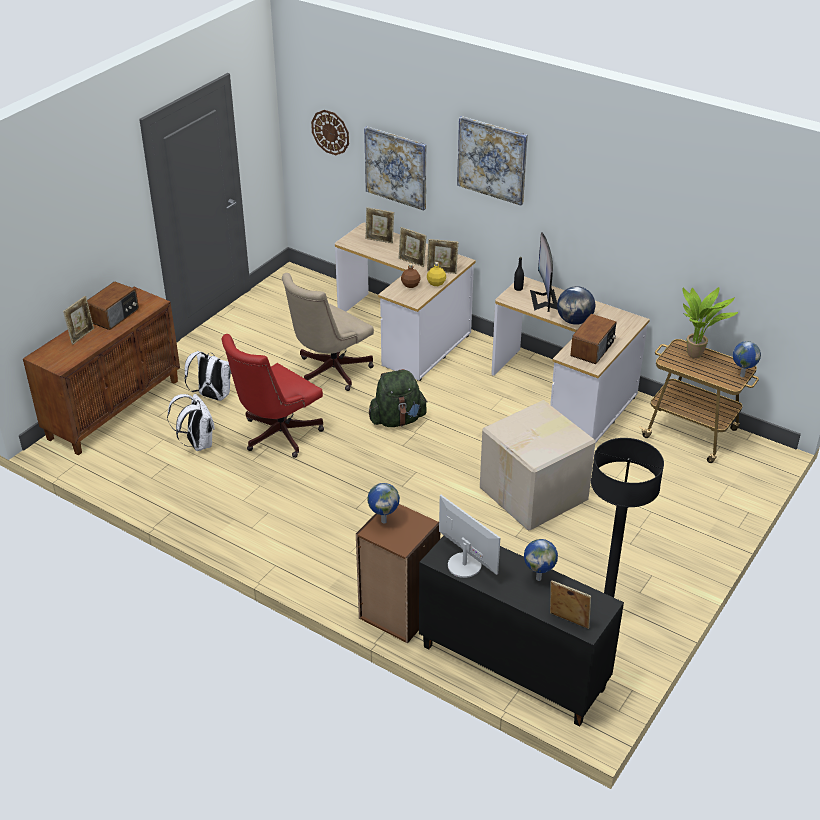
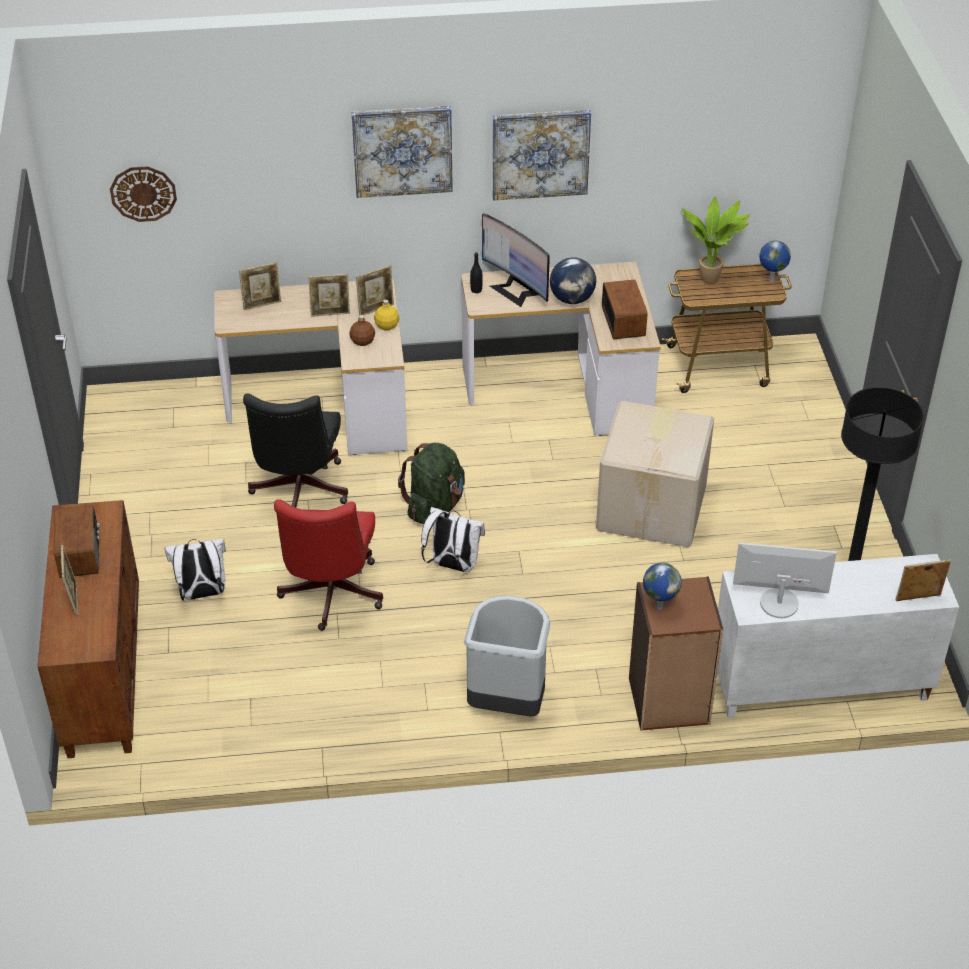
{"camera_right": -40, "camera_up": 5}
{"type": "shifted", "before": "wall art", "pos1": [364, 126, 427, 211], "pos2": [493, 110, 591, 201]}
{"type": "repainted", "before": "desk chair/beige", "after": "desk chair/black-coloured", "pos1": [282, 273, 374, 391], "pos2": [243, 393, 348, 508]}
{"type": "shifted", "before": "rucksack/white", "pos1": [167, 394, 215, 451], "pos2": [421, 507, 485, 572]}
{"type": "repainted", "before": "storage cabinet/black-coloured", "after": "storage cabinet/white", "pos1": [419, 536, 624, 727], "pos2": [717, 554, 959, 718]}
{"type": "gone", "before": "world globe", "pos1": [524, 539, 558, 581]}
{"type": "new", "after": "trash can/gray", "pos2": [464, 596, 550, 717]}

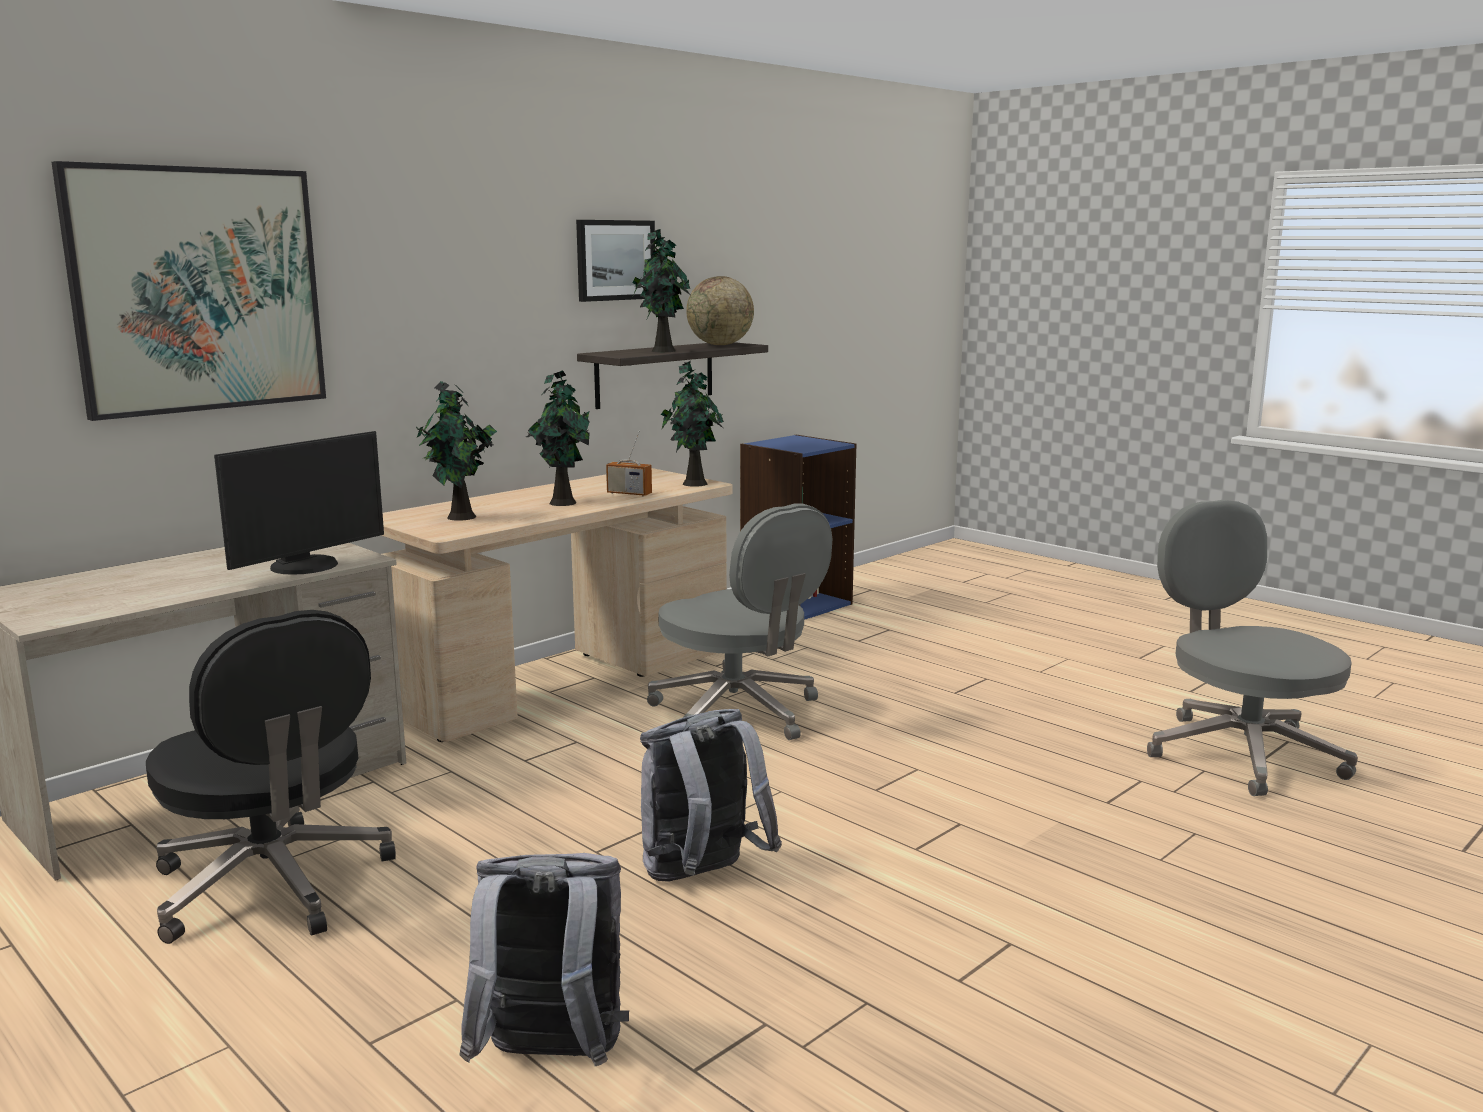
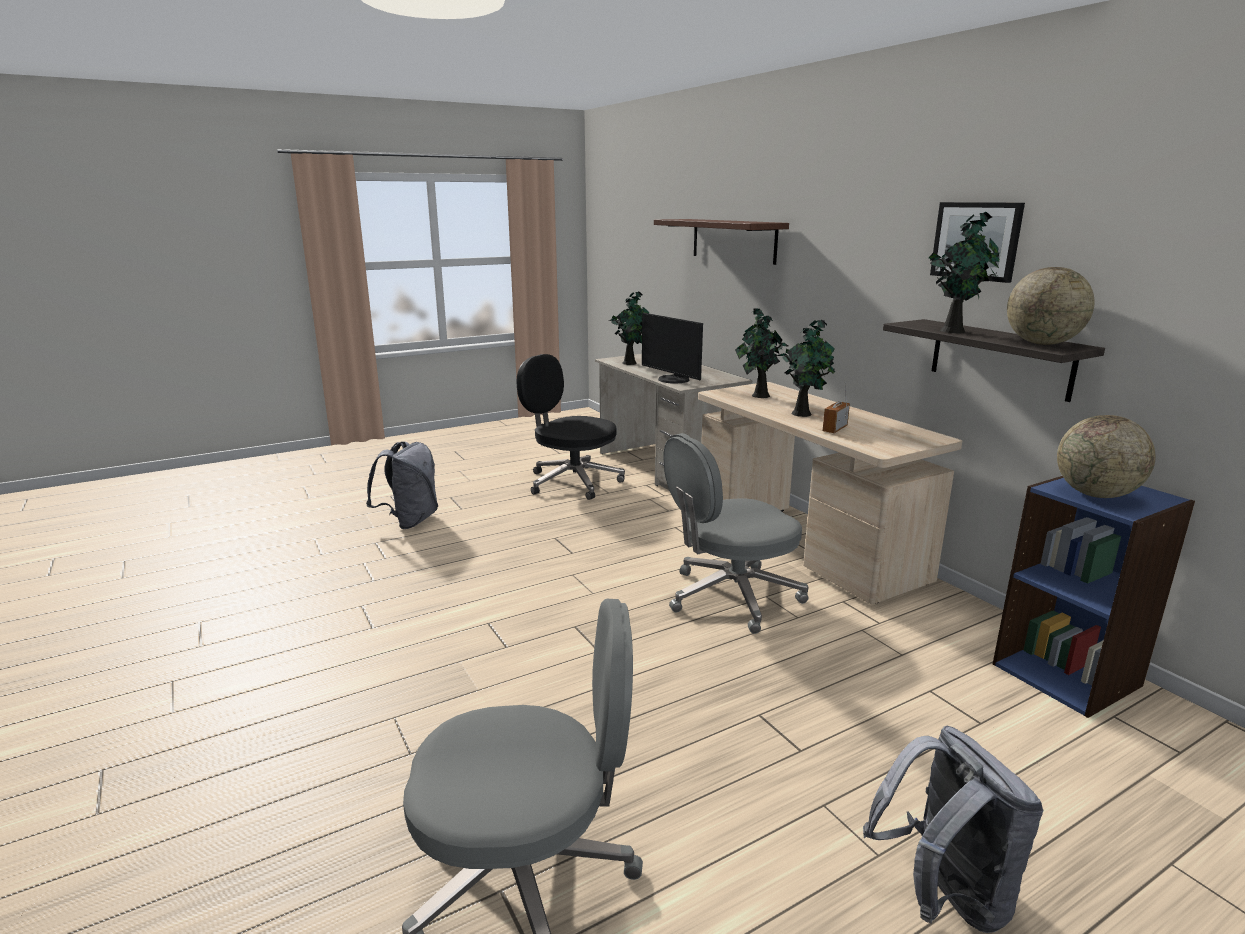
{"camera_right": 105, "camera_up": 5}
{"type": "swapped", "before": "wall art", "after": "bracket shelf", "pos1": [51, 161, 326, 421], "pos2": [654, 219, 789, 265]}
{"type": "shifted", "before": "plant in a pot", "pos1": [661, 361, 724, 487], "pos2": [609, 291, 650, 365]}
{"type": "rotated", "before": "desk chair/black-coloured", "pos1": [146, 610, 396, 944], "pos2": [516, 354, 625, 500], "turn": 60}
{"type": "shifted", "before": "rucksack/gray", "pos1": [640, 709, 782, 882], "pos2": [863, 726, 1043, 933]}
{"type": "new", "after": "world globe", "pos2": [1057, 415, 1156, 498]}

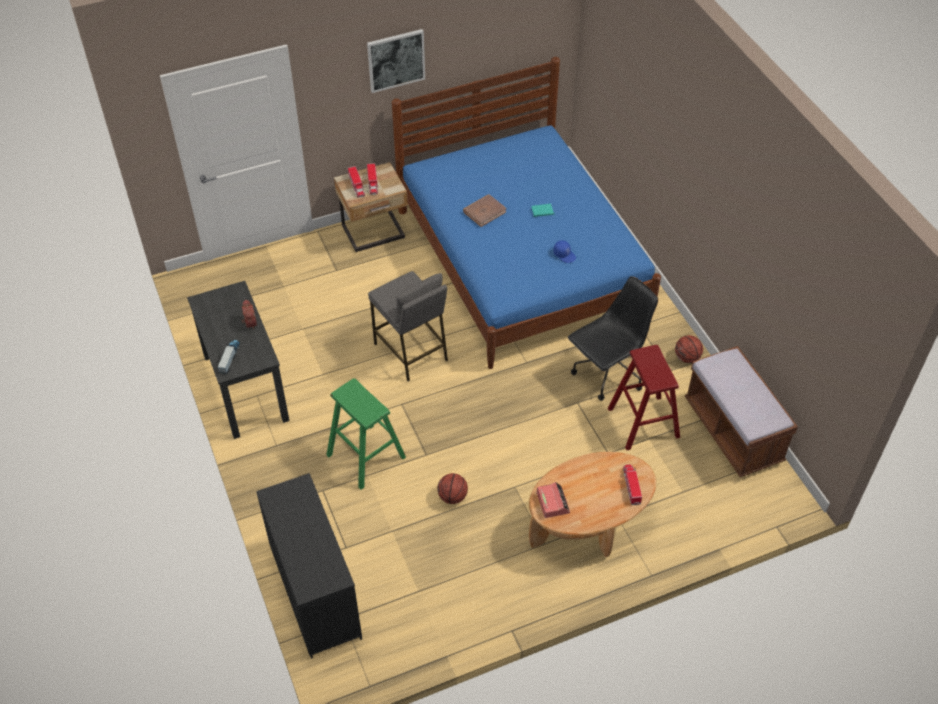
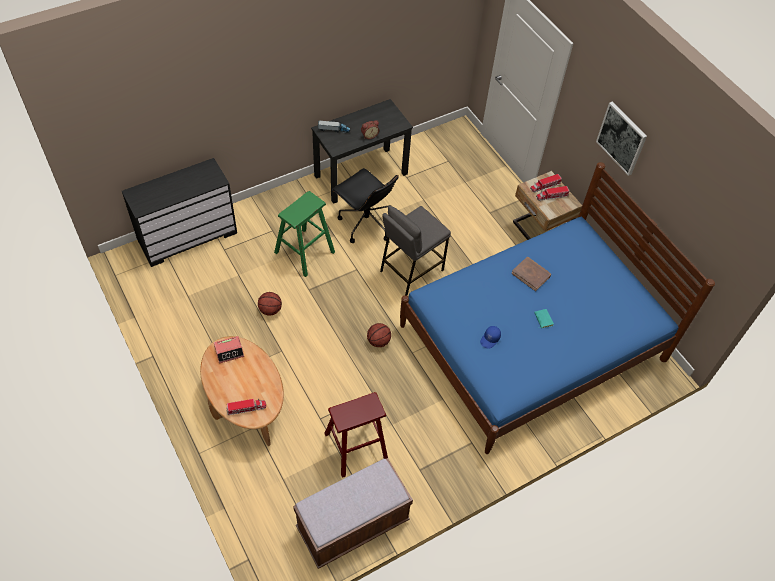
{"camera_right": 80, "camera_up": 5}
{"type": "shifted", "before": "desk chair/black-coloured", "pos1": [568, 276, 658, 401], "pos2": [332, 168, 399, 243]}
{"type": "shifted", "before": "basketball", "pos1": [675, 335, 703, 363], "pos2": [367, 323, 391, 347]}

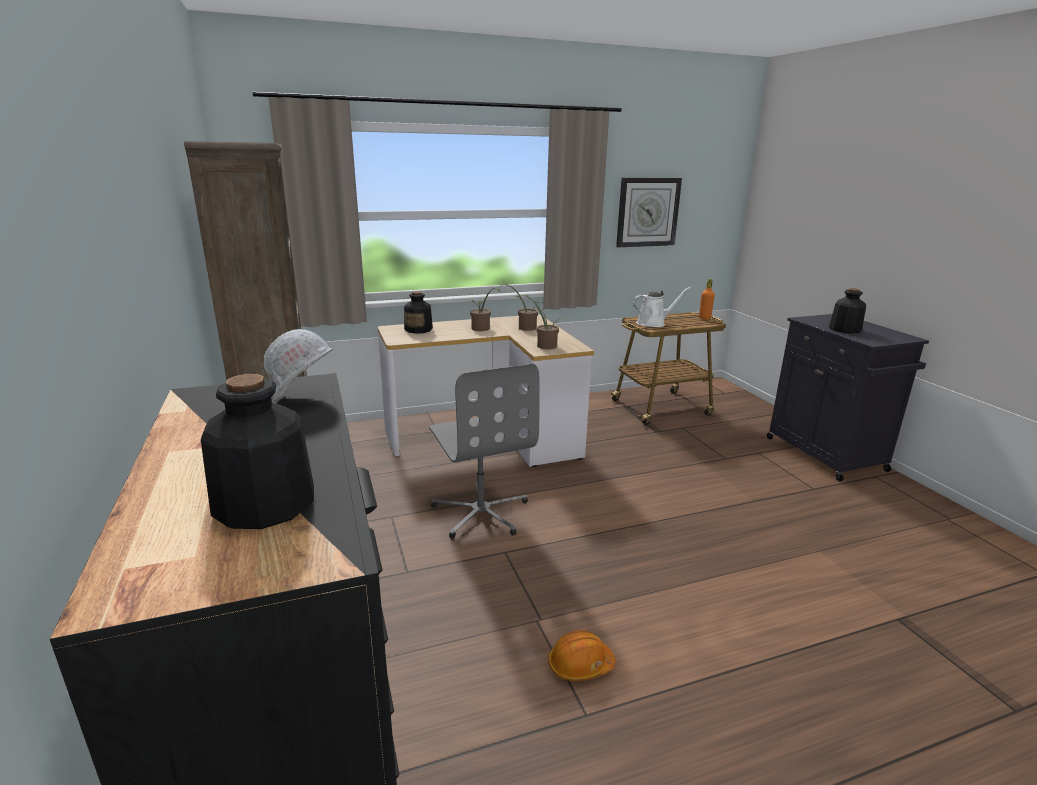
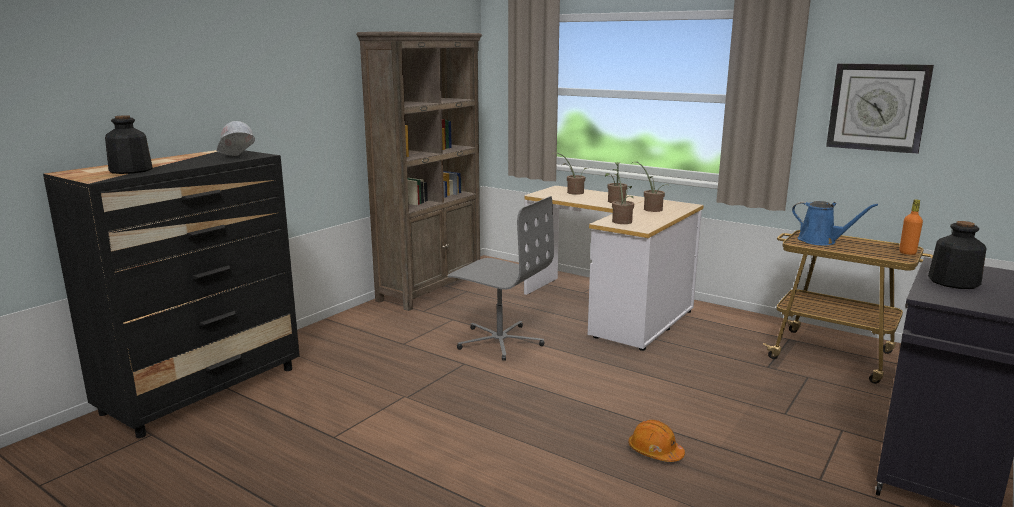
{"camera_right": 55, "camera_up": -5}
{"type": "repainted", "before": "watering can/white", "after": "watering can/bluish", "pos1": [633, 287, 691, 327], "pos2": [792, 201, 878, 245]}
{"type": "swapped", "before": "bottle", "after": "plant in a pot", "pos1": [404, 291, 433, 334], "pos2": [551, 152, 589, 195]}
{"type": "rotated", "before": "desk chair/gray", "pos1": [429, 363, 540, 539], "pos2": [447, 196, 554, 361], "turn": -90}
{"type": "shifted", "before": "safety helmet/orange-coloured", "pos1": [548, 630, 615, 681], "pos2": [628, 420, 685, 462]}

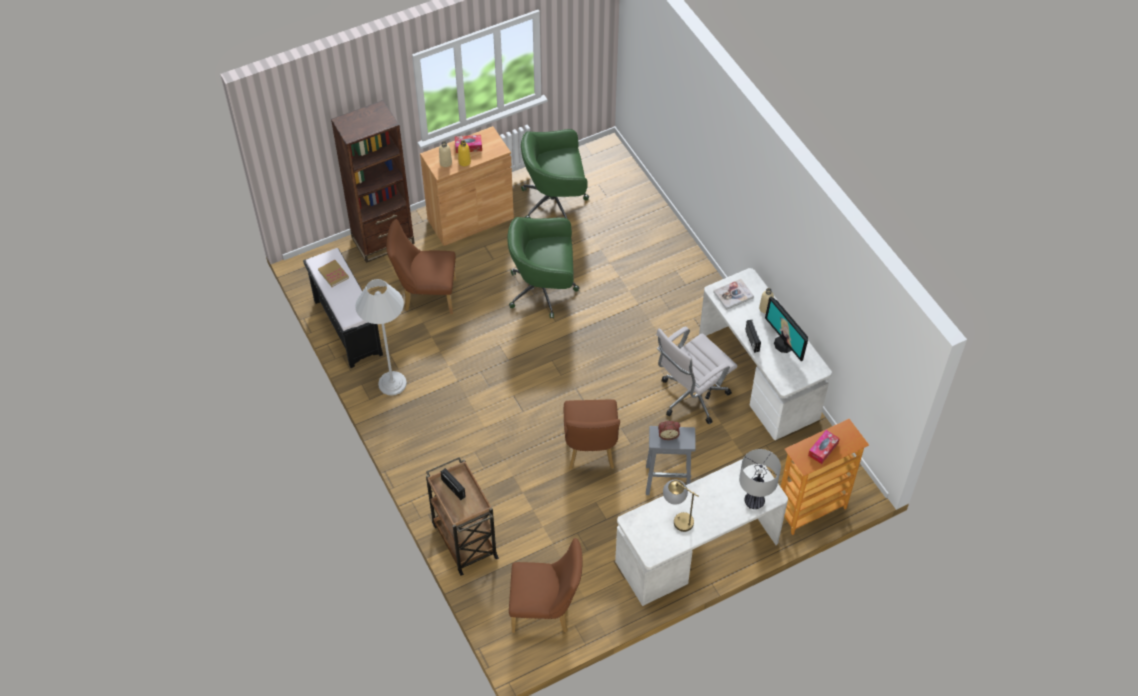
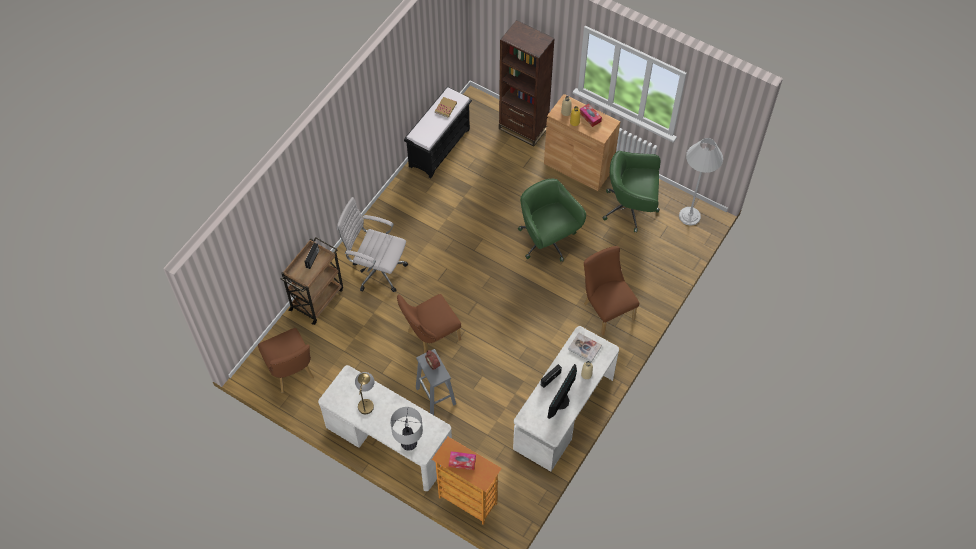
{"camera_right": 60, "camera_up": 5}
{"type": "rotated", "before": "desk chair/green-coloured", "pos1": [521, 129, 589, 218], "pos2": [603, 151, 661, 233], "turn": -45}
{"type": "shifted", "before": "upright chair/brown", "pos1": [386, 219, 457, 314], "pos2": [584, 246, 639, 336]}
{"type": "shifted", "before": "floor lamp/white", "pos1": [355, 279, 407, 396], "pos2": [679, 138, 723, 226]}
{"type": "shifted", "before": "desk chair/white", "pos1": [656, 326, 738, 424], "pos2": [337, 197, 408, 292]}

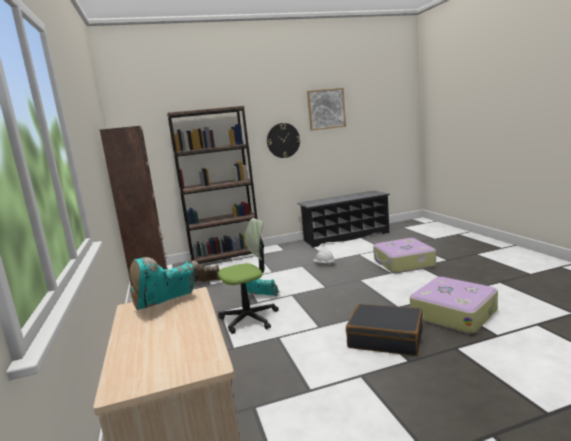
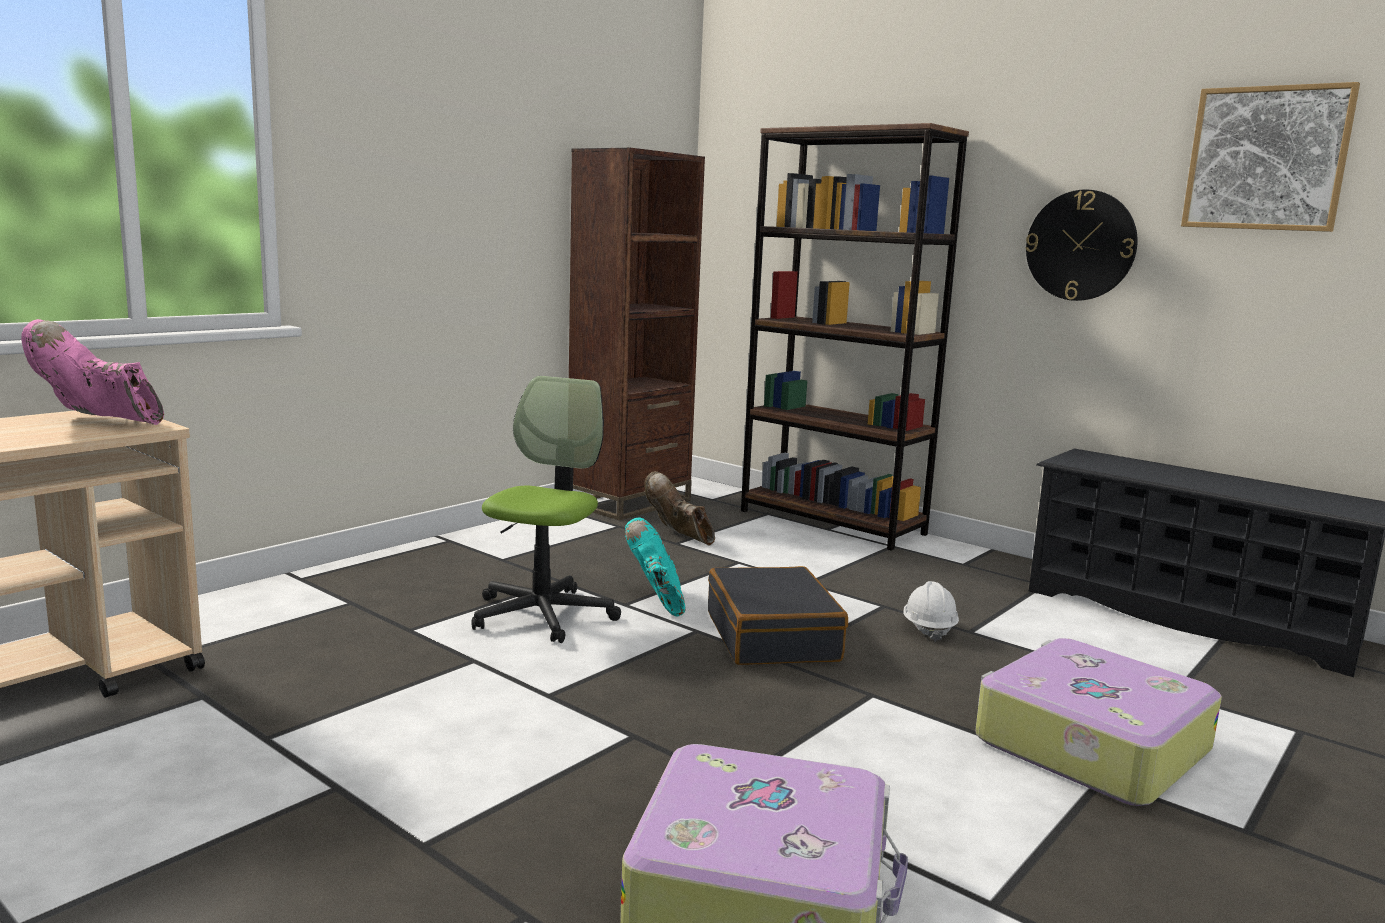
{"camera_right": 55, "camera_up": 0}
{"type": "rotated", "before": "desk chair", "pos1": [218, 218, 279, 334], "pos2": [471, 376, 621, 643], "turn": -105}
{"type": "repainted", "before": "high-top boot/turquoise-coloured", "after": "high-top boot/pinkish", "pos1": [129, 257, 194, 310], "pos2": [21, 319, 164, 425]}
{"type": "shifted", "before": "piece of luggage/black-coloured", "pos1": [346, 304, 423, 356], "pos2": [708, 566, 848, 665]}

